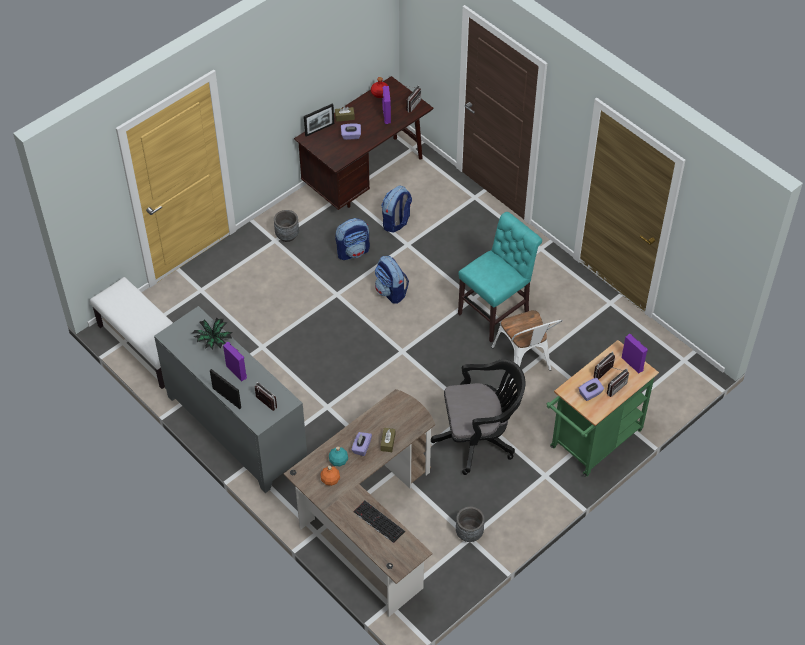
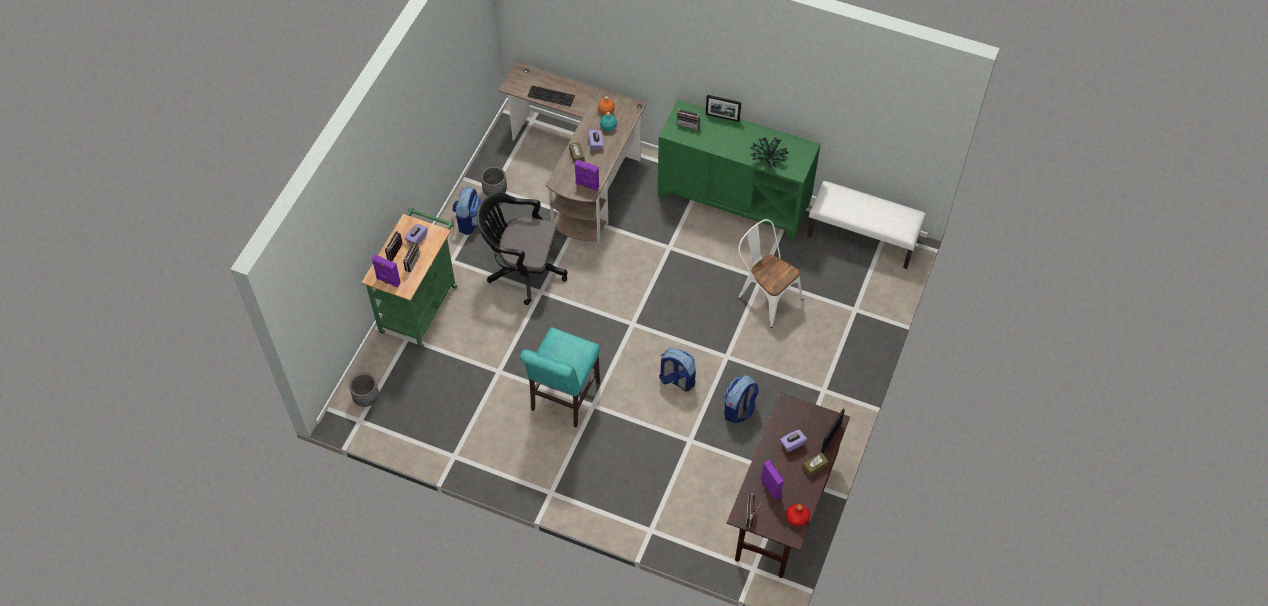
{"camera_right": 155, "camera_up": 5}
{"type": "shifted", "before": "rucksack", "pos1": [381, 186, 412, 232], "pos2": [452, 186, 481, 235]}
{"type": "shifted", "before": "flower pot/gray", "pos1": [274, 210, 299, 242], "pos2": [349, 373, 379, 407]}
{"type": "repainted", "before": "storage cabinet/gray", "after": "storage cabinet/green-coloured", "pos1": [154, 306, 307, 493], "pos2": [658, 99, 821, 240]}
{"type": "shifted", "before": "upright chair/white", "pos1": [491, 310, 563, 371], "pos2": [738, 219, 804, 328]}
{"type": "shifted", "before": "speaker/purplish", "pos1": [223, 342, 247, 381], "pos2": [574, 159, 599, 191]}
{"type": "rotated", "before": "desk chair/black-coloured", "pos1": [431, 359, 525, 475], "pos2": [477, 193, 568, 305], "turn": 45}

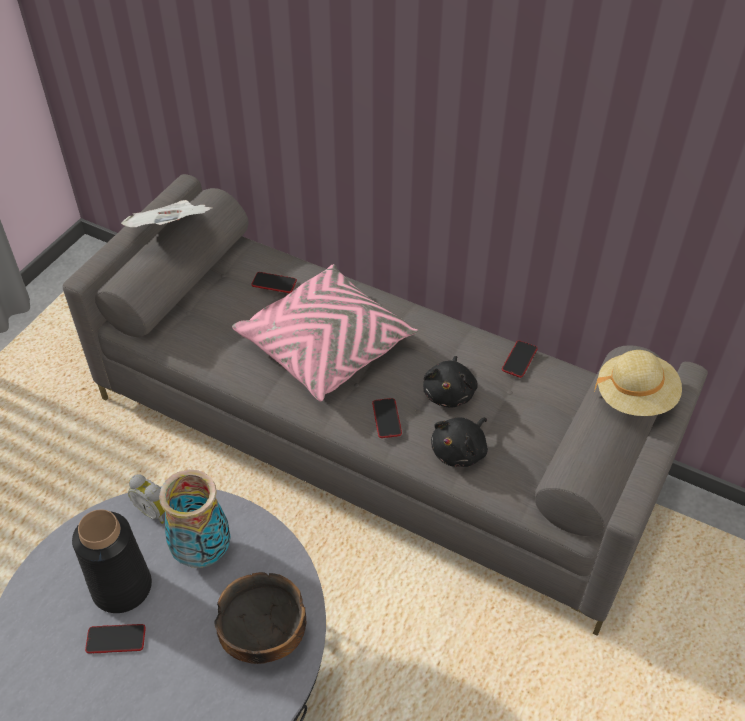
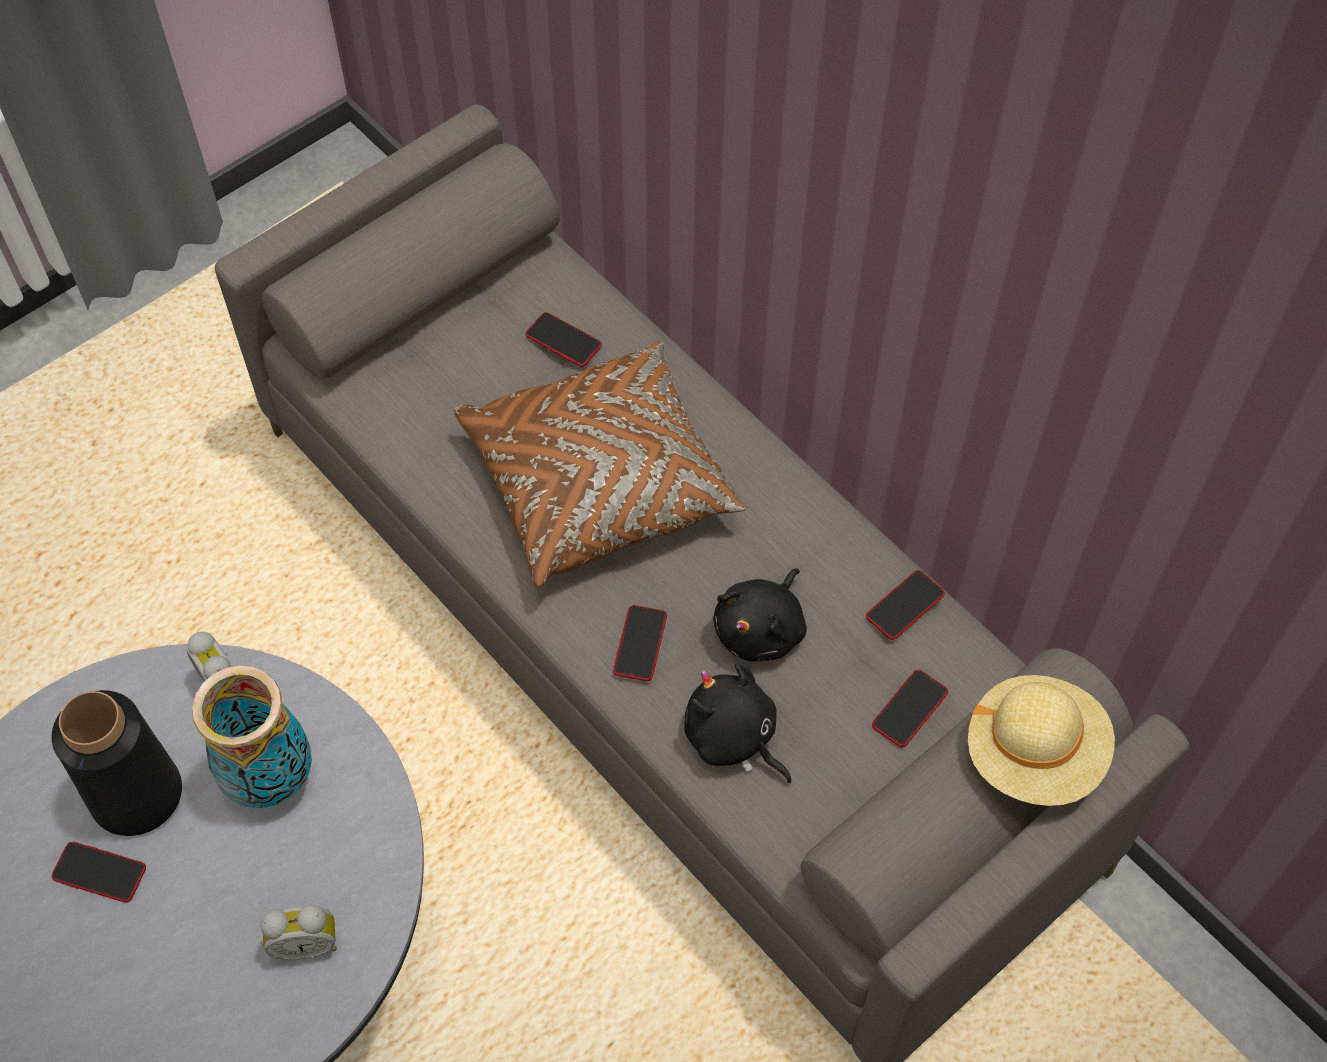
{"camera_right": 20, "camera_up": 10}
{"type": "gone", "before": "newspaper", "pos1": [121, 200, 212, 227]}
{"type": "repainted", "before": "throw pillow/pinkish", "after": "throw pillow/brown", "pos1": [232, 264, 418, 401], "pos2": [454, 341, 747, 587]}
{"type": "rotated", "before": "plush toy/black-coloured", "pos1": [431, 417, 488, 467], "pos2": [684, 663, 792, 783], "turn": 75}
{"type": "swapped", "before": "deep dish", "after": "alarm clock", "pos1": [215, 572, 307, 664], "pos2": [260, 904, 337, 959]}
{"type": "new", "after": "phone", "pos2": [872, 670, 948, 747]}

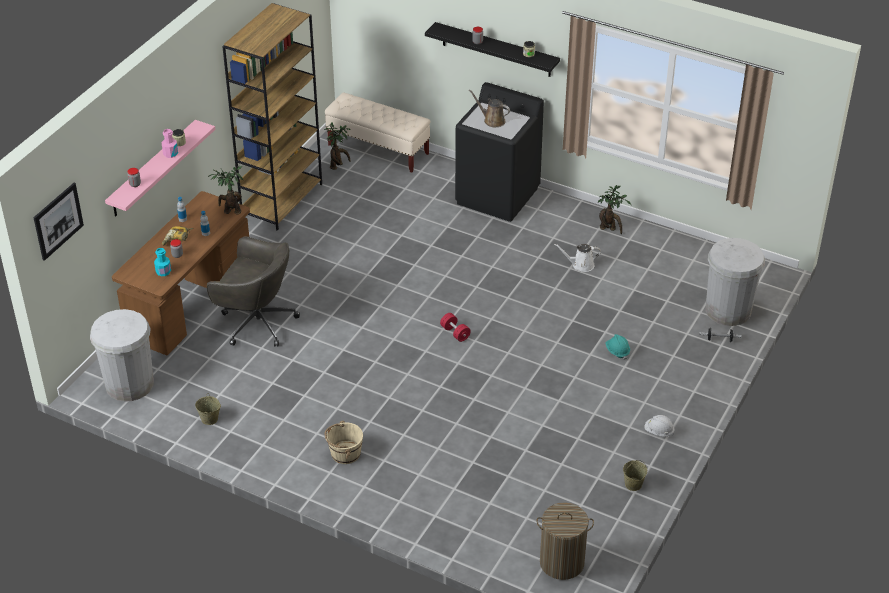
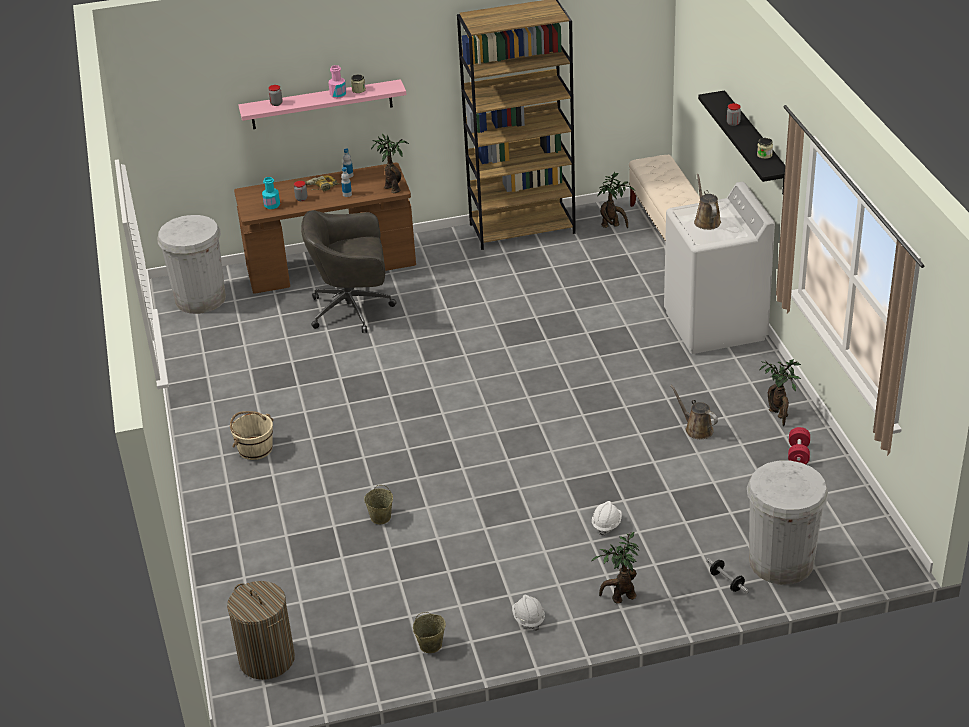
{"camera_right": 50, "camera_up": -5}
{"type": "repainted", "before": "laundry appliance/black-coloured", "after": "laundry appliance/white", "pos1": [455, 82, 544, 222], "pos2": [664, 182, 775, 354]}
{"type": "gone", "before": "wall art", "pos1": [33, 183, 84, 261]}
{"type": "rotated", "before": "desk chair/gray", "pos1": [207, 236, 300, 347], "pos2": [301, 210, 396, 333], "turn": 105}
{"type": "repainted", "before": "watering can/white", "after": "watering can/brown", "pos1": [554, 244, 601, 272], "pos2": [671, 385, 718, 439]}
{"type": "shifted", "before": "hand weight/red-coloured", "pos1": [440, 313, 471, 342], "pos2": [788, 427, 810, 464]}
{"type": "repainted", "before": "safety helmet/turquoise-coloured", "after": "safety helmet/white", "pos1": [605, 334, 630, 360], "pos2": [592, 501, 622, 536]}
{"type": "shifted", "before": "water bucket/beige", "pos1": [195, 393, 221, 425], "pos2": [364, 485, 393, 524]}
{"type": "new", "after": "plant in a pot", "pos2": [591, 532, 639, 604]}

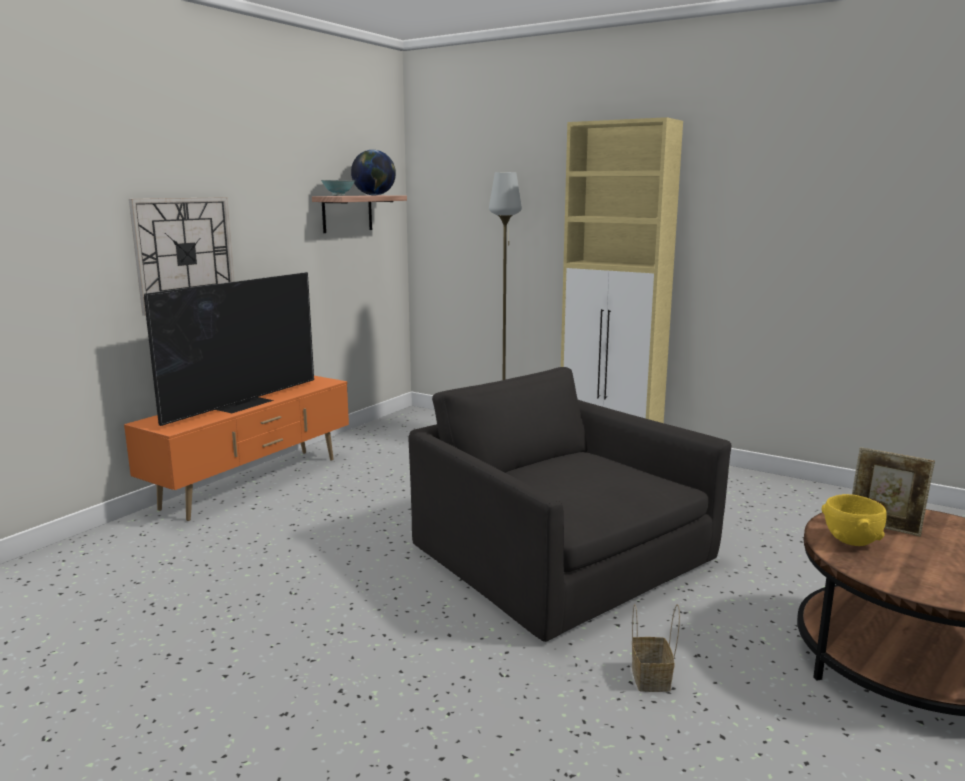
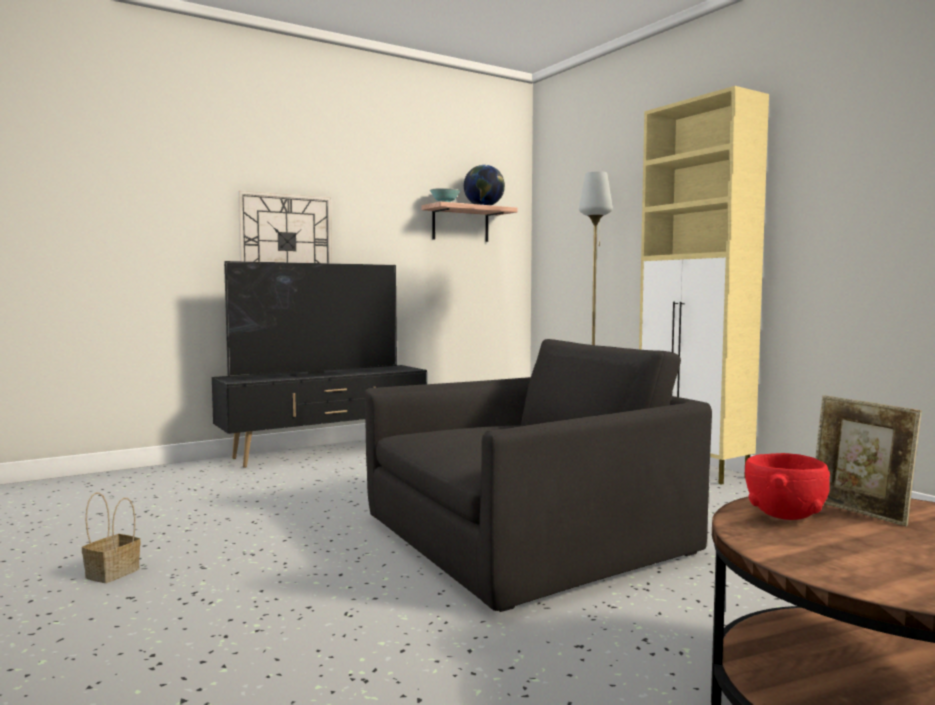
{"camera_right": 25, "camera_up": -10}
{"type": "rotated", "before": "lounge chair/black-coloured", "pos1": [408, 367, 731, 642], "pos2": [365, 339, 712, 612], "turn": 75}
{"type": "repainted", "before": "tv unit/orange-coloured", "after": "tv unit/black-coloured", "pos1": [124, 376, 349, 521], "pos2": [212, 365, 427, 468]}
{"type": "repainted", "before": "deep dish/yellow-coloured", "after": "deep dish/red-coloured", "pos1": [822, 494, 887, 546], "pos2": [745, 453, 830, 520]}
{"type": "shifted", "before": "storage basket", "pos1": [632, 604, 680, 692], "pos2": [82, 493, 141, 583]}

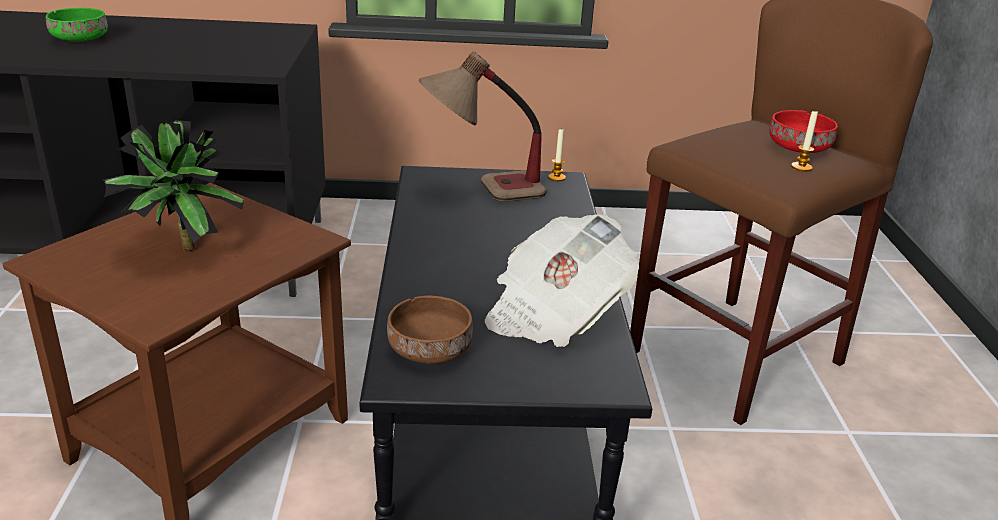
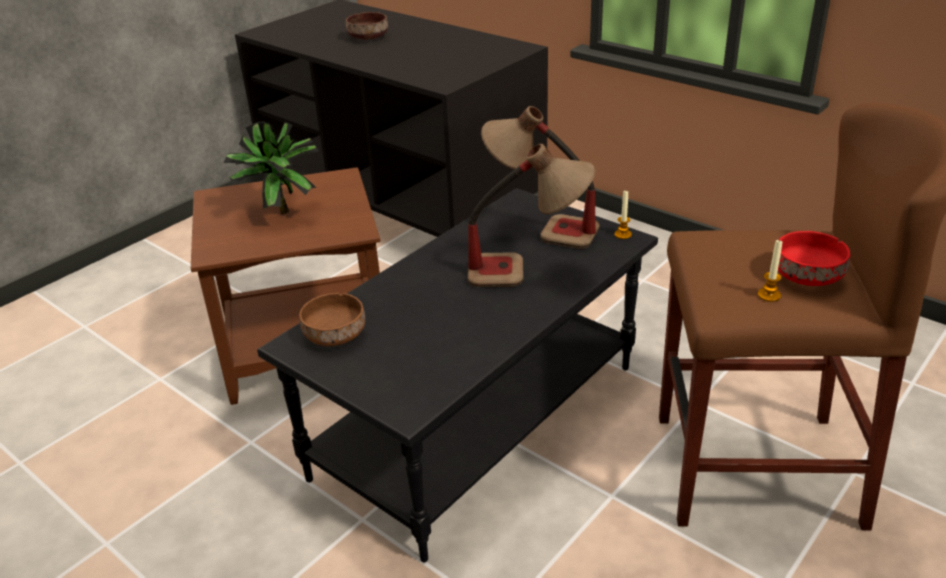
{"camera_right": 45, "camera_up": 5}
{"type": "repainted", "before": "deep dish/green-coloured", "after": "deep dish/brown", "pos1": [46, 8, 108, 41], "pos2": [346, 12, 388, 39]}
{"type": "gone", "before": "newspaper", "pos1": [484, 214, 639, 347]}
{"type": "new", "after": "lamp for a table", "pos2": [467, 144, 595, 287]}

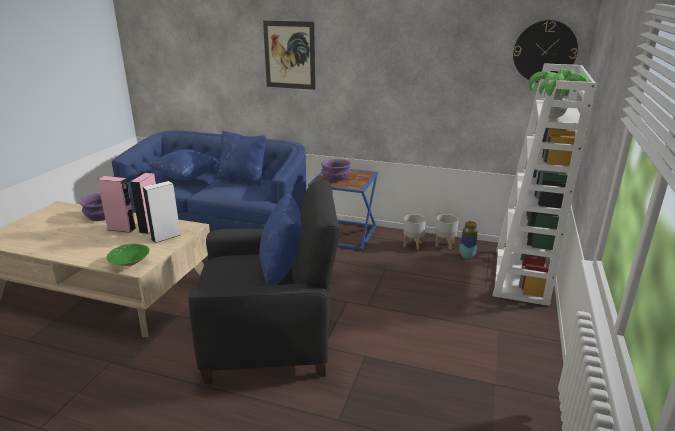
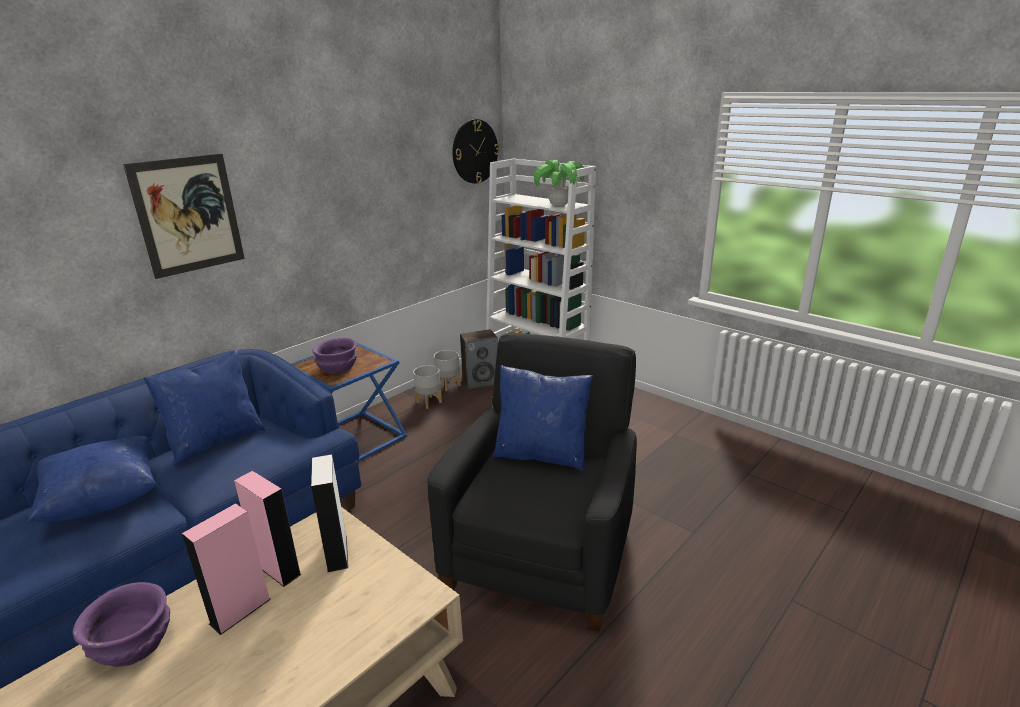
{"camera_right": -65, "camera_up": 0}
{"type": "swapped", "before": "flower vase", "after": "speaker", "pos1": [460, 221, 478, 258], "pos2": [460, 329, 498, 390]}
{"type": "gone", "before": "deep dish/green-coloured", "pos1": [107, 244, 150, 266]}

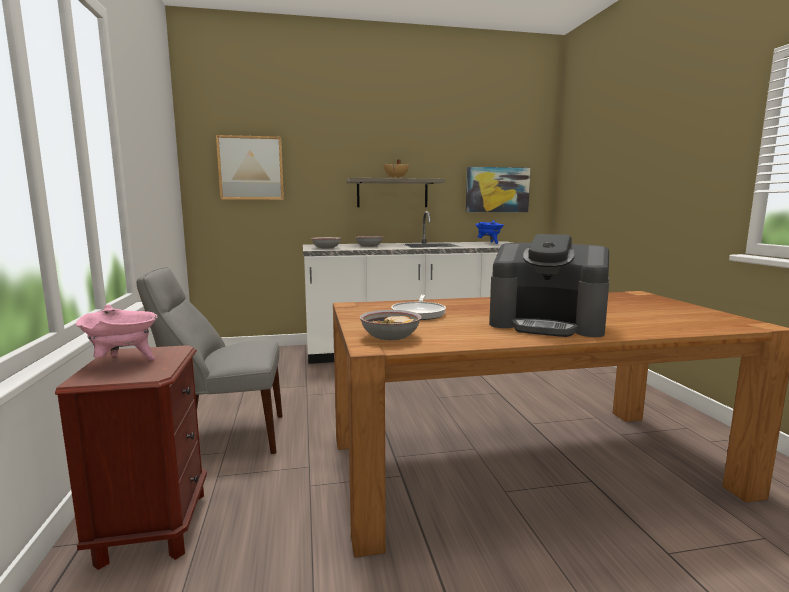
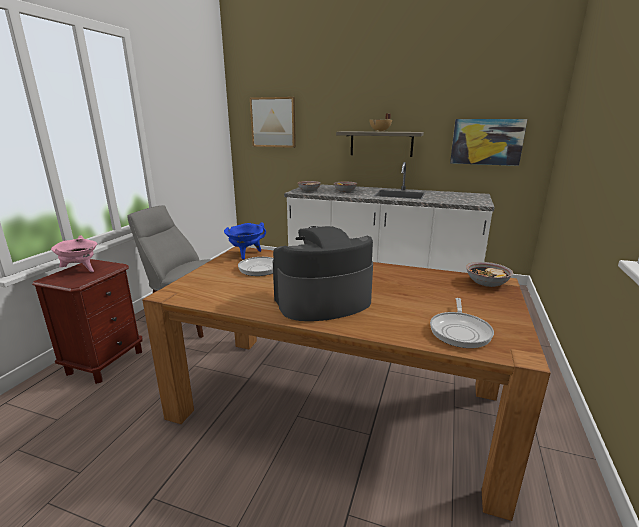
{"camera_right": 30, "camera_up": 10}
{"type": "shifted", "before": "cooking pot/bluish", "pos1": [475, 220, 504, 244], "pos2": [224, 222, 266, 260]}
{"type": "rotated", "before": "coffee machine", "pos1": [489, 234, 609, 337], "pos2": [273, 226, 373, 321], "turn": 105}
{"type": "shifted", "before": "deep dish", "pos1": [359, 310, 422, 340], "pos2": [466, 262, 513, 287]}
{"type": "new", "after": "skillet", "pos2": [430, 298, 494, 348]}

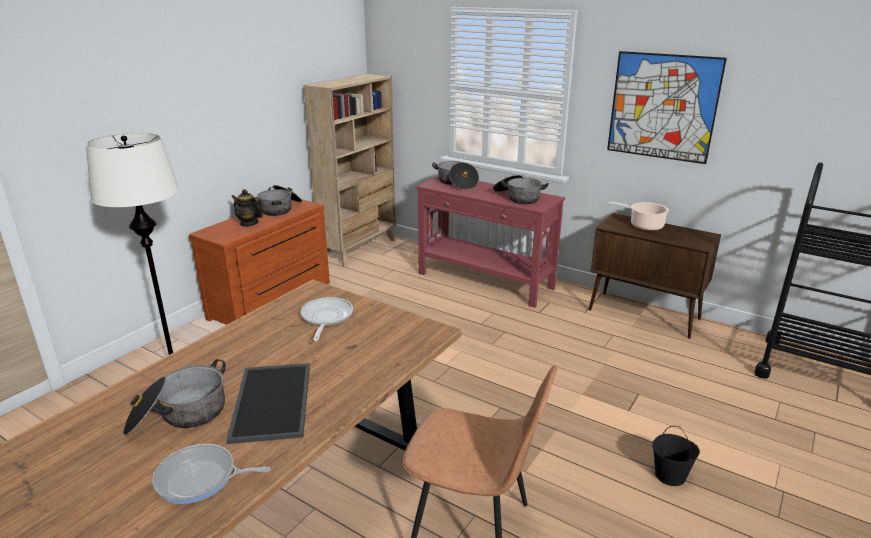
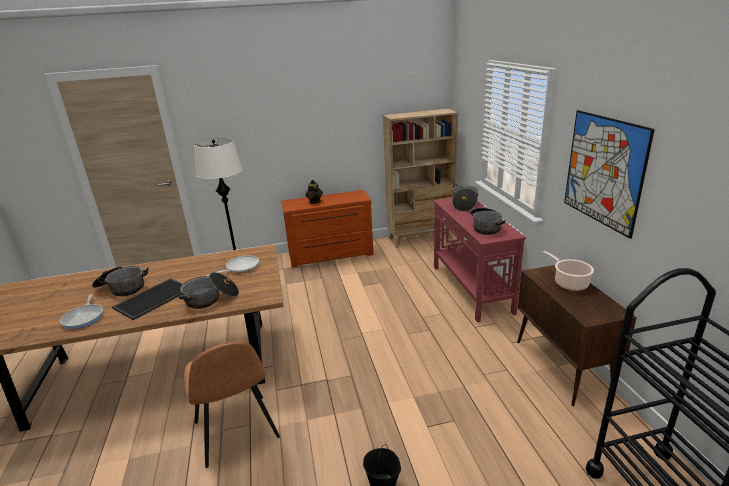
{"camera_right": 45, "camera_up": 0}
{"type": "shifted", "before": "cooking pot", "pos1": [257, 185, 302, 216], "pos2": [179, 272, 239, 309]}
{"type": "rotated", "before": "skillet", "pos1": [152, 444, 271, 504], "pos2": [60, 294, 103, 329], "turn": -150}

